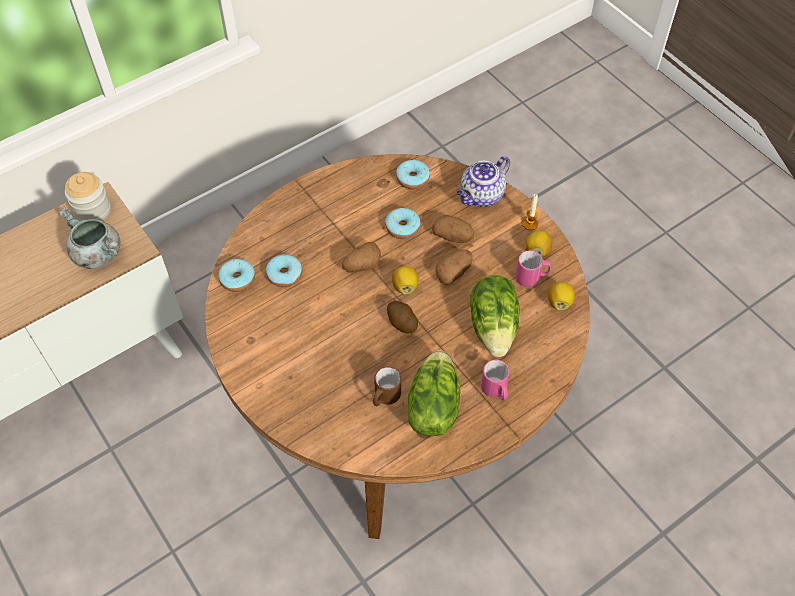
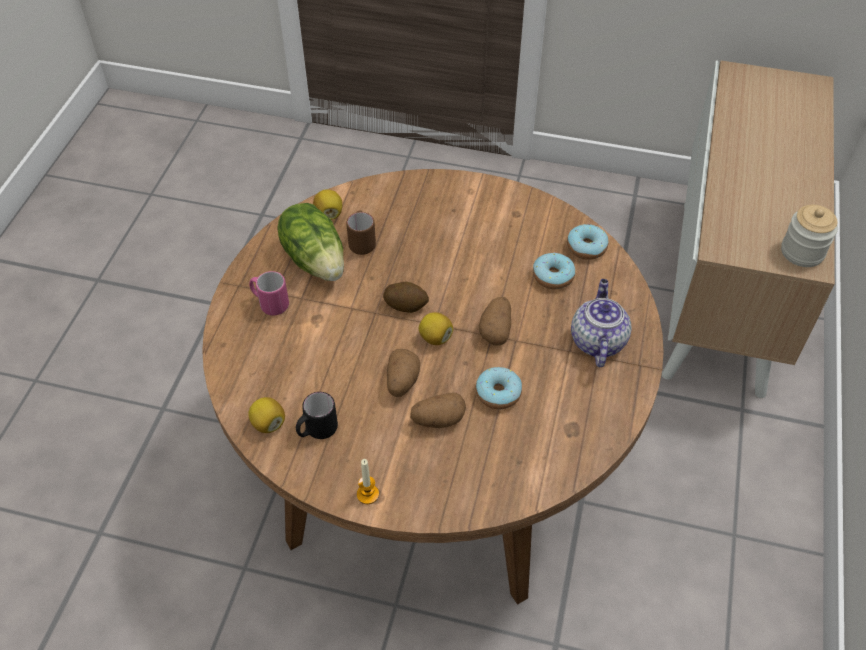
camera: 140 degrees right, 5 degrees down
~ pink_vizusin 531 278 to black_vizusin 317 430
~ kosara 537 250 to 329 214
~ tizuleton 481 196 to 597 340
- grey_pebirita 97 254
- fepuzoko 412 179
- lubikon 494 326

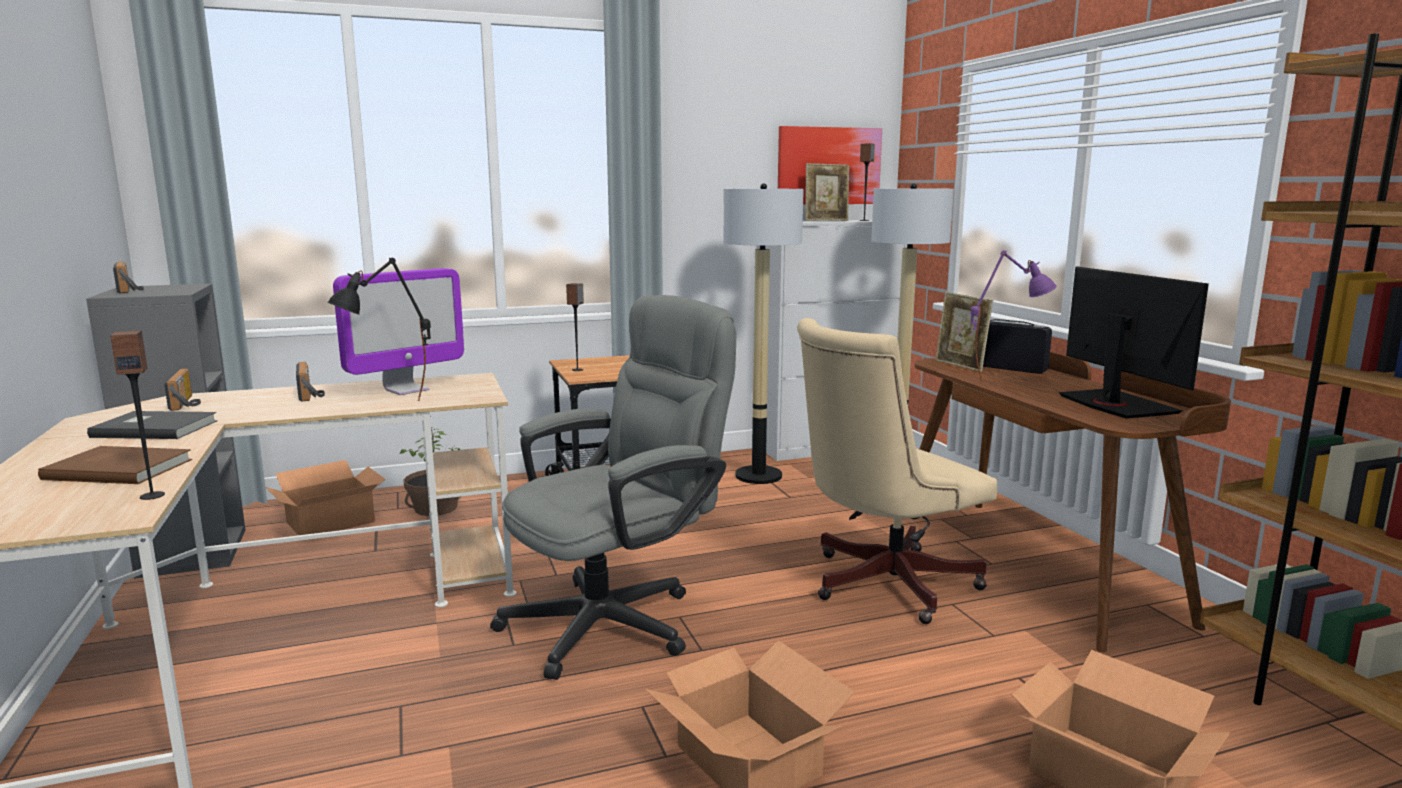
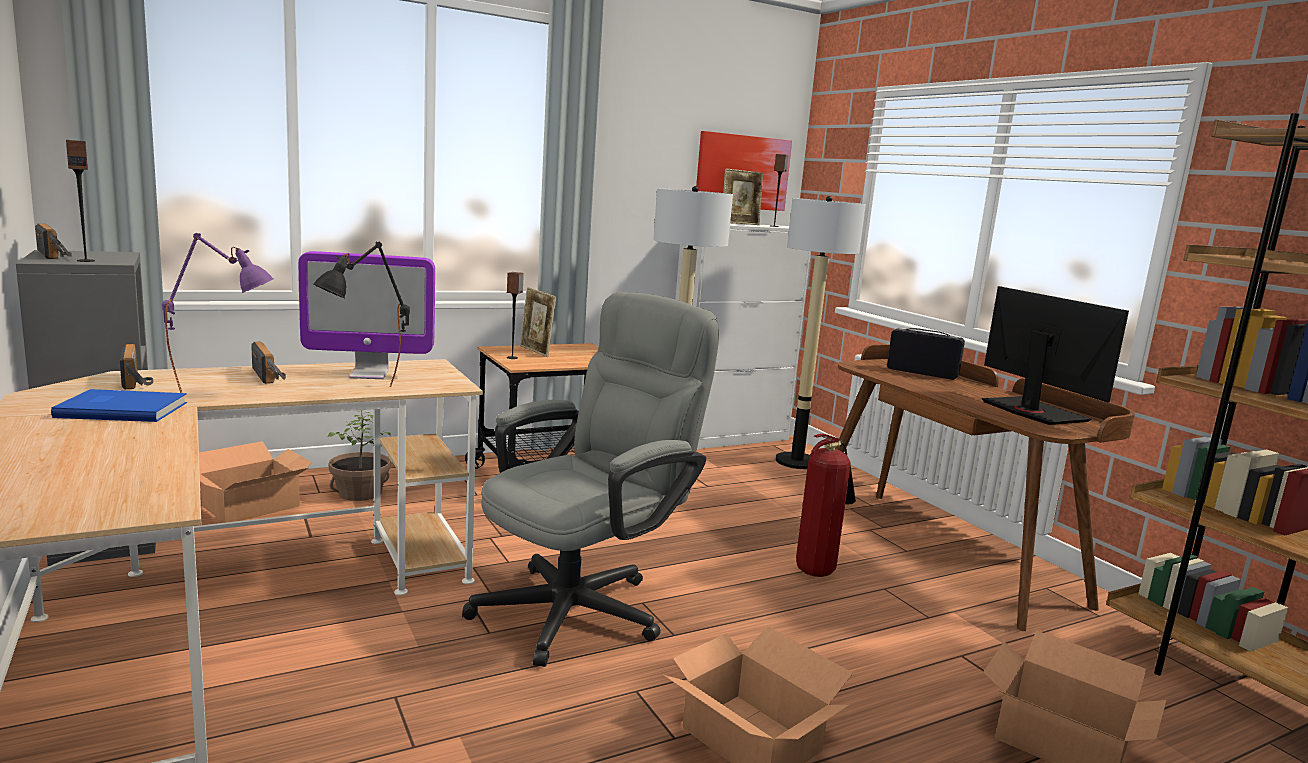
camera: 10 degrees left, 0 degrees up
~ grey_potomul 155 428 to blue_potomul 122 409
~ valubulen 152 495 to 86 260
~ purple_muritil 1005 379 to 223 391
~ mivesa 406 390 = 369 374 45 degrees clockwise
~ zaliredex 960 366 to 536 351
~ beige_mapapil 881 584 to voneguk 817 570
- brown_potomul 119 468

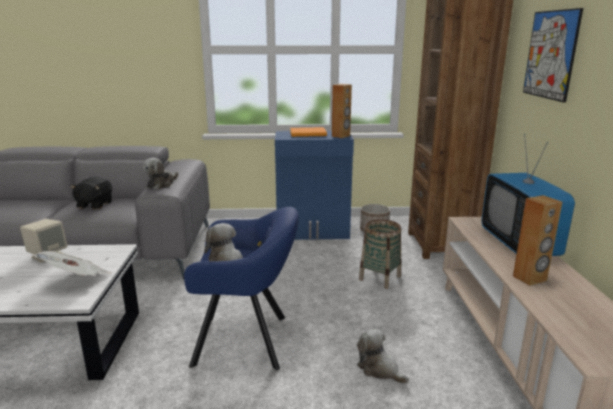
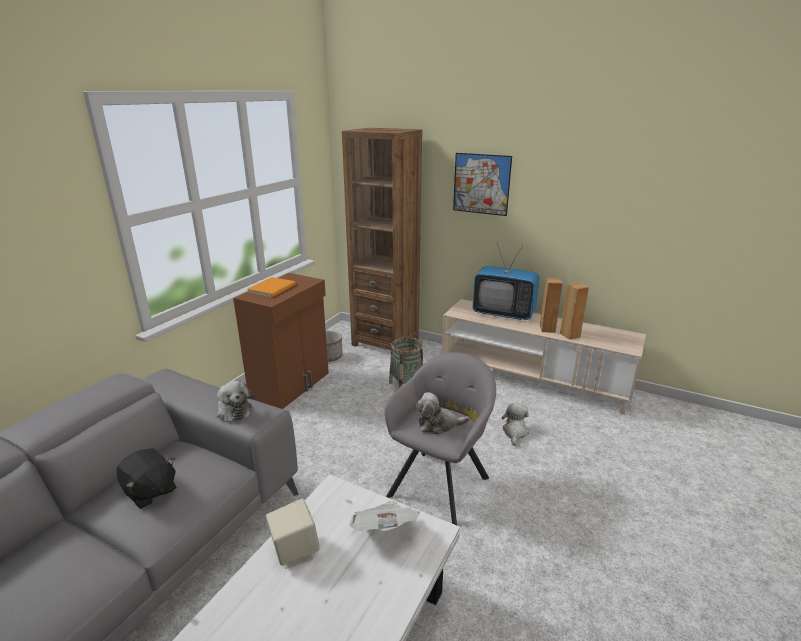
camera: 60 degrees left, 5 degrees up
~ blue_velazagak 313 232 to brown_velazagak 291 385
~ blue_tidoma 246 341 to grey_tidoma 441 483
~ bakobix 379 369 = 514 432 120 degrees clockwise
~ brown_valubulen 341 136 to 570 335

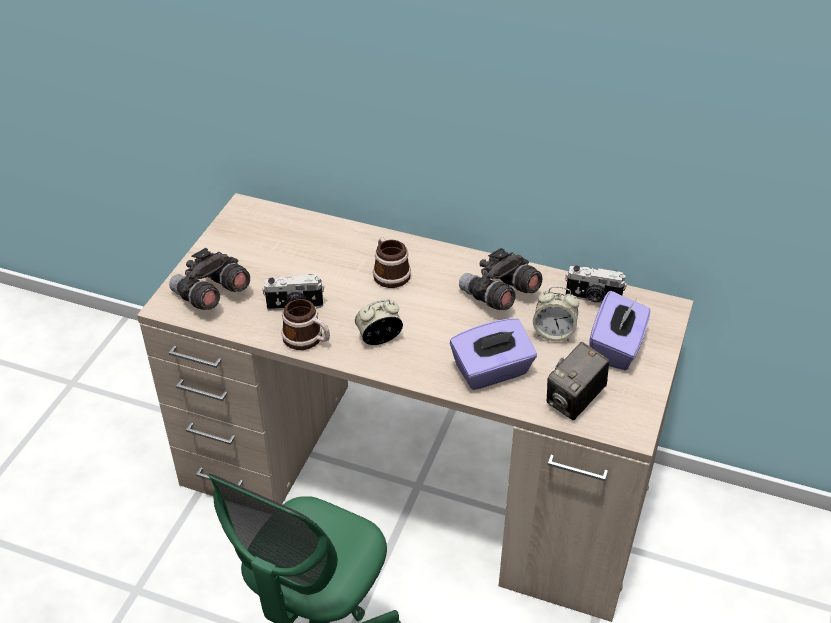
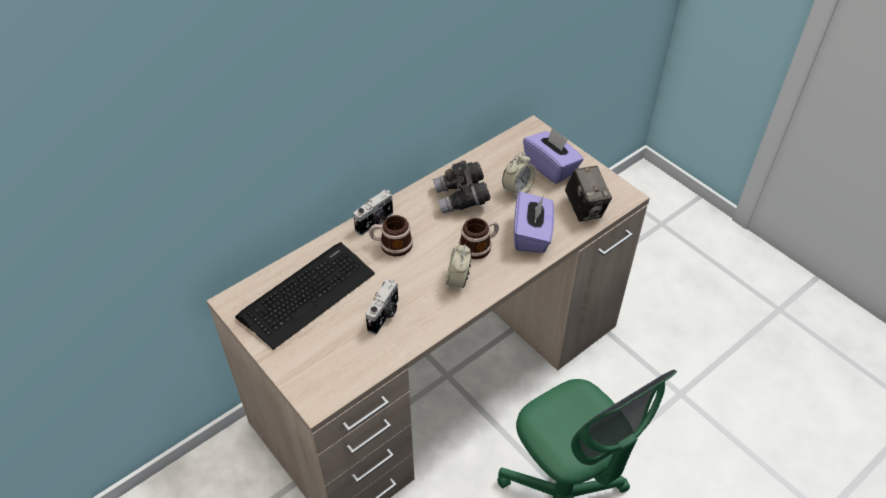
camera: 60 degrees left, 5 degrees up
+ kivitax 307 294
~ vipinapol 593 298 to 375 222
~ vizusin 307 339 to 479 246
- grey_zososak 211 295

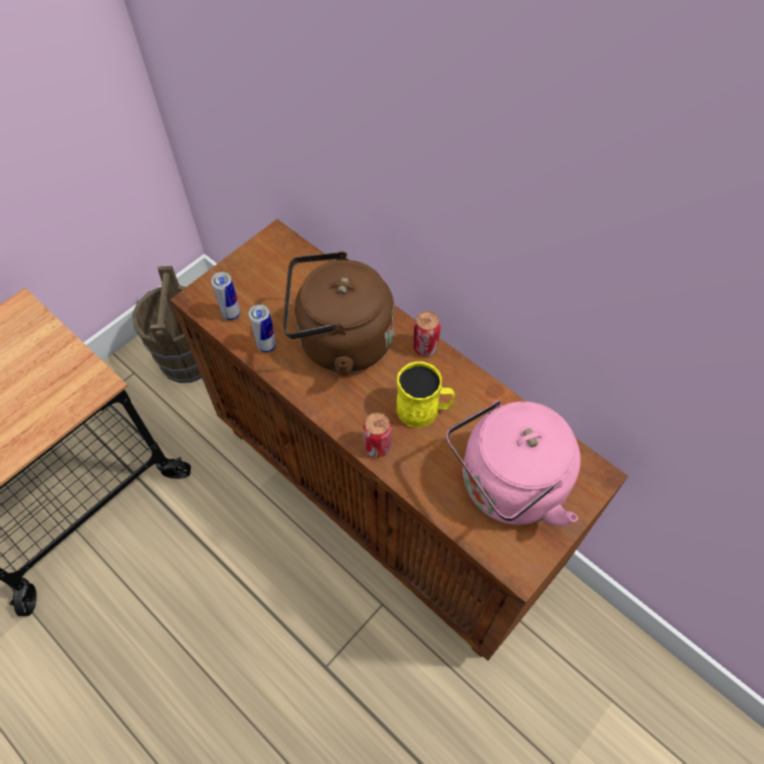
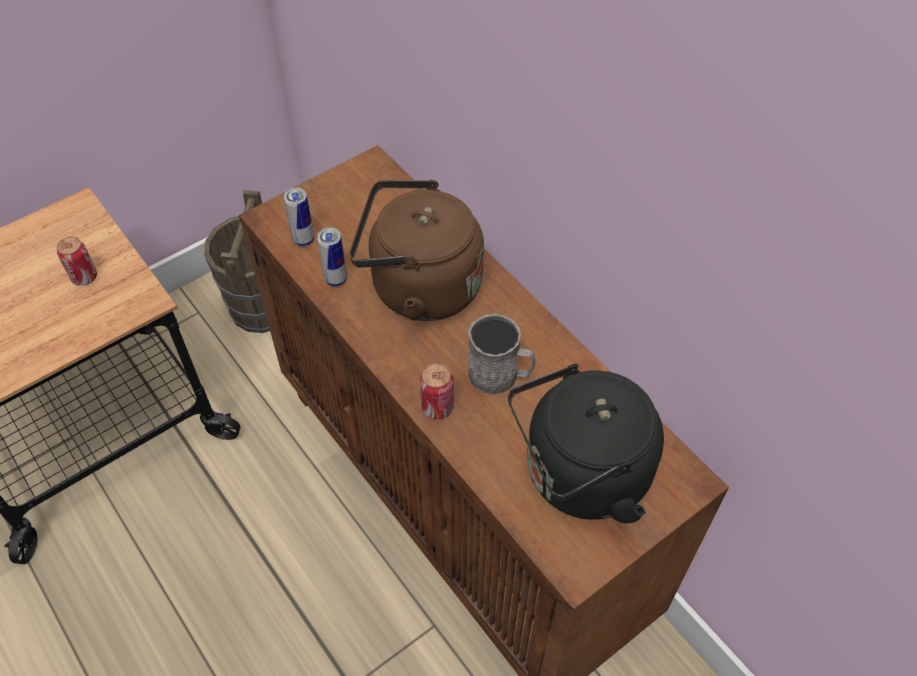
camera: 10 degrees right, 5 degrees down
~ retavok 425 347 to 84 277
~ yellow_vizusin 424 410 to grey_vizusin 500 375
~ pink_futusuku 507 487 to black_futusuku 579 476

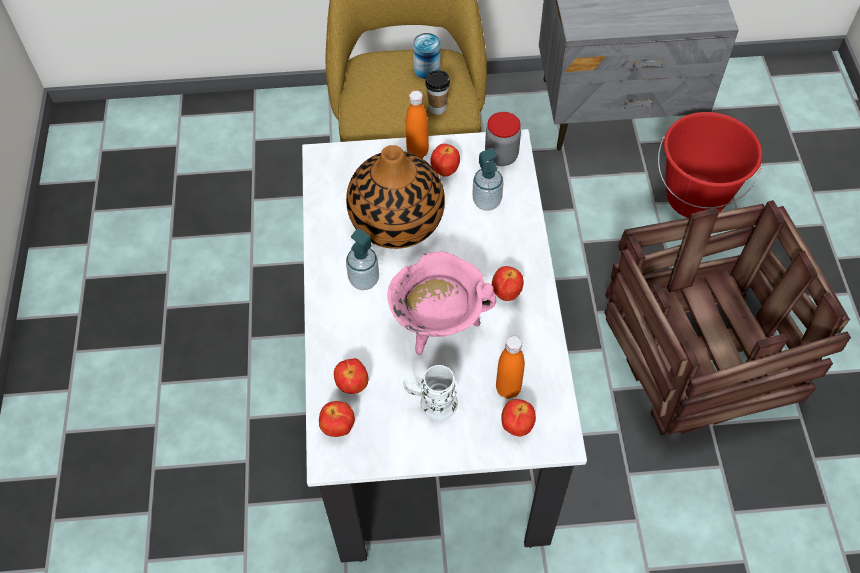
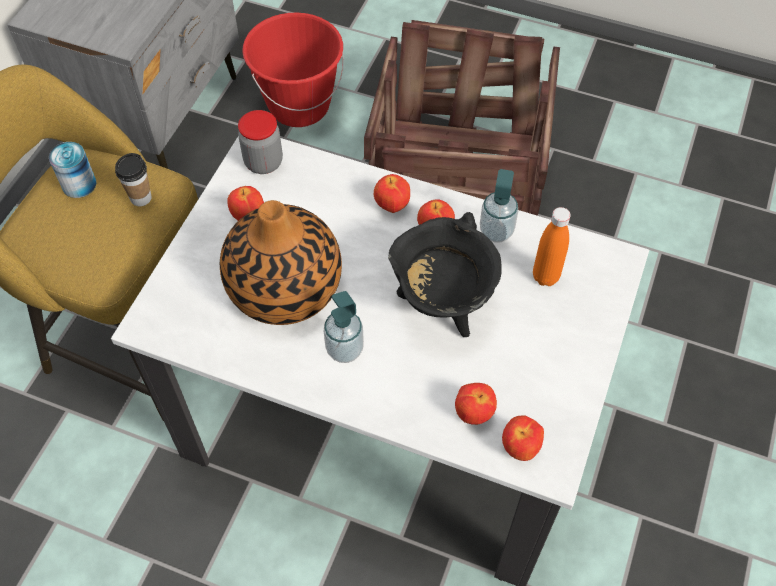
camera: 65 degrees left, 0 degrees up
~ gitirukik 516 426 to 391 206
~ pink_pebirita 438 326 to black_pebirita 442 304
~ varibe 486 201 to 496 231
- white_vizusin 431 403
- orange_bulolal 417 152

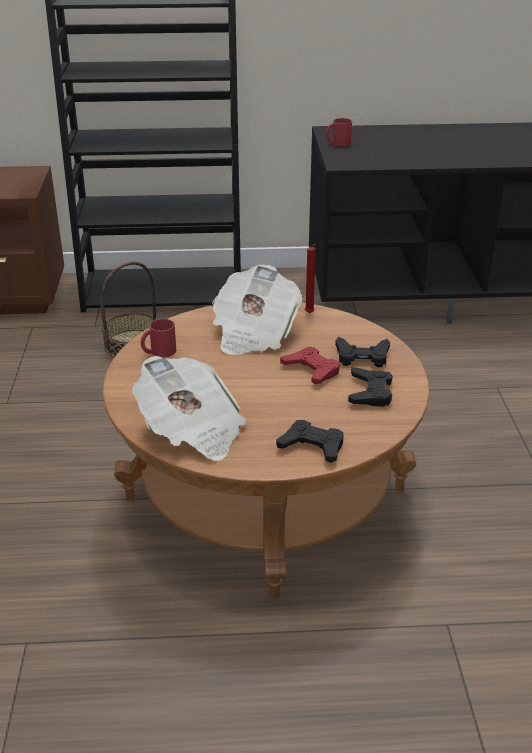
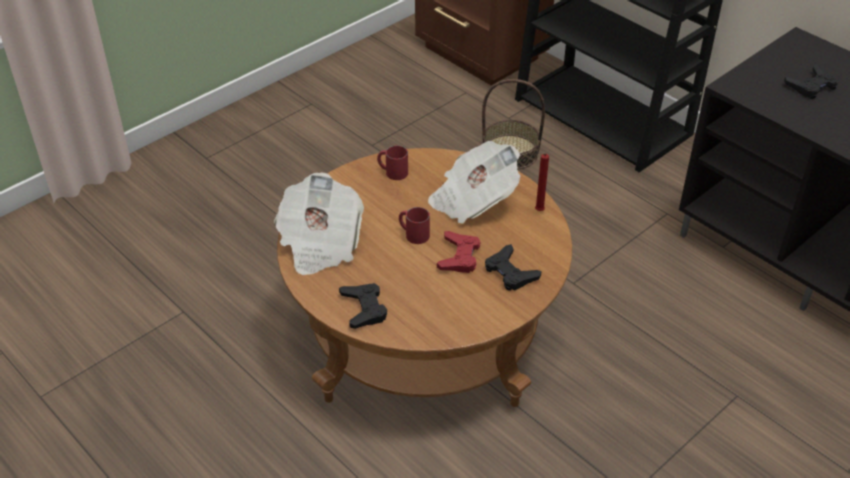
camera: 50 degrees right, 10 degrees up
~ red_vizusin 337 143 to 413 234
~ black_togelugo 370 392 to 811 86

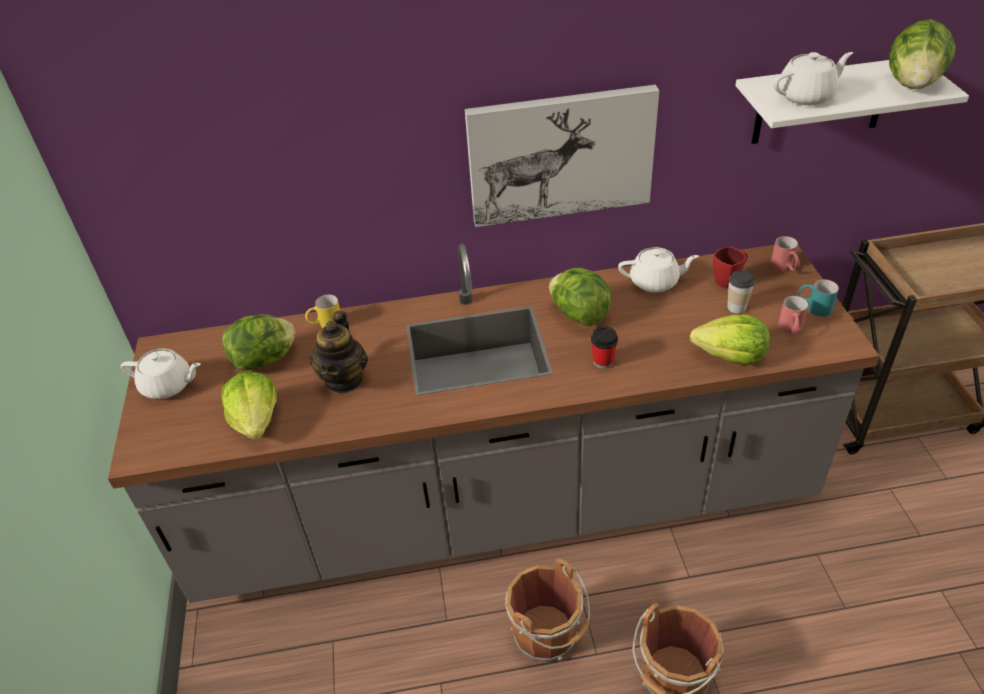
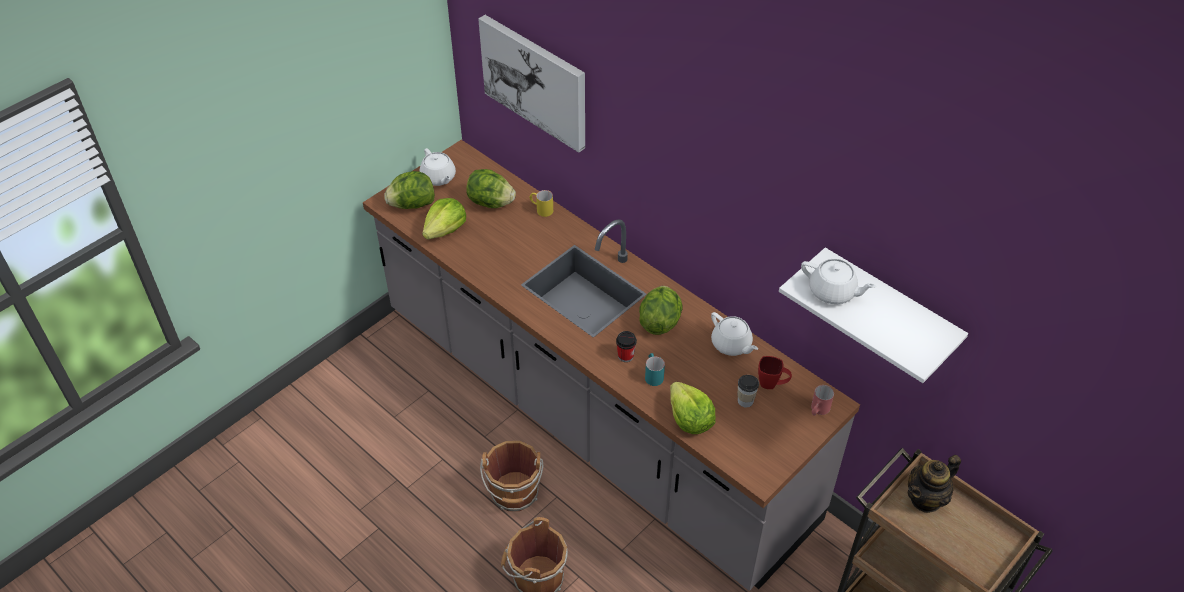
camera: 50 degrees right, 5 degrees up
~ lubikon 913 84 to 412 205
~ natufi 560 155 to 535 81
~ turquoise_vizusin 813 307 to 653 374
~ tizuleton 344 379 to 926 499
- red_vizusin 790 330

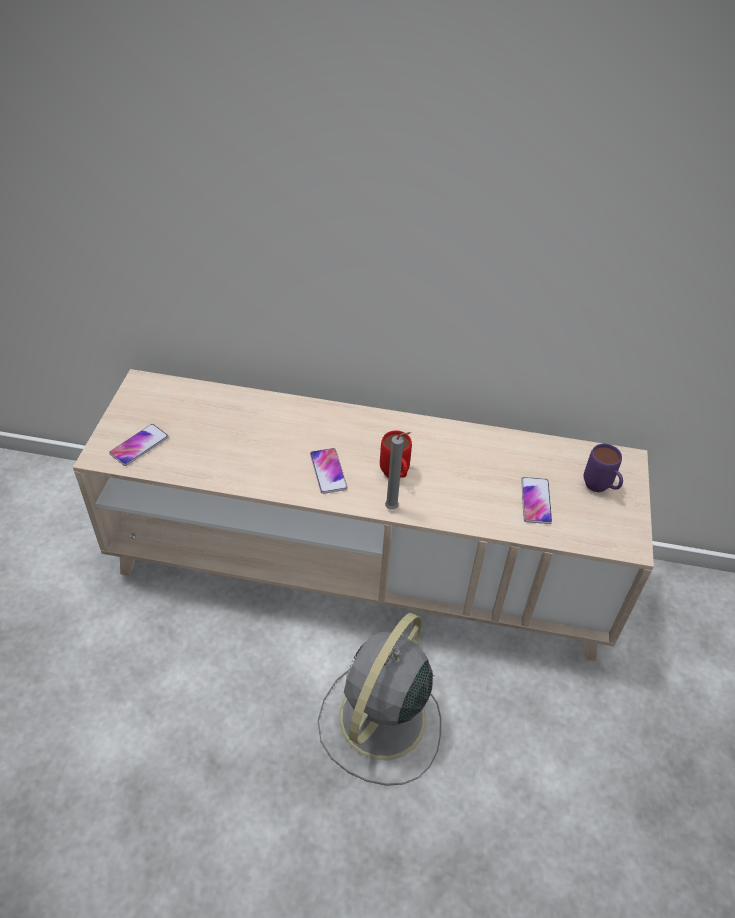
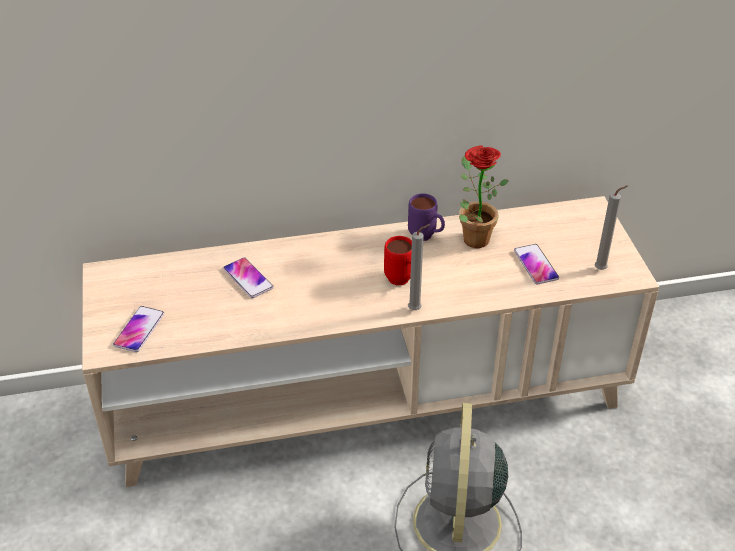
camera: 20 degrees left, 5 degrees down
~ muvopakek 328 471 to 248 278
~ purple_vizusin 600 489 to 426 237
+ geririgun 472 236
+ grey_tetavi 602 269

